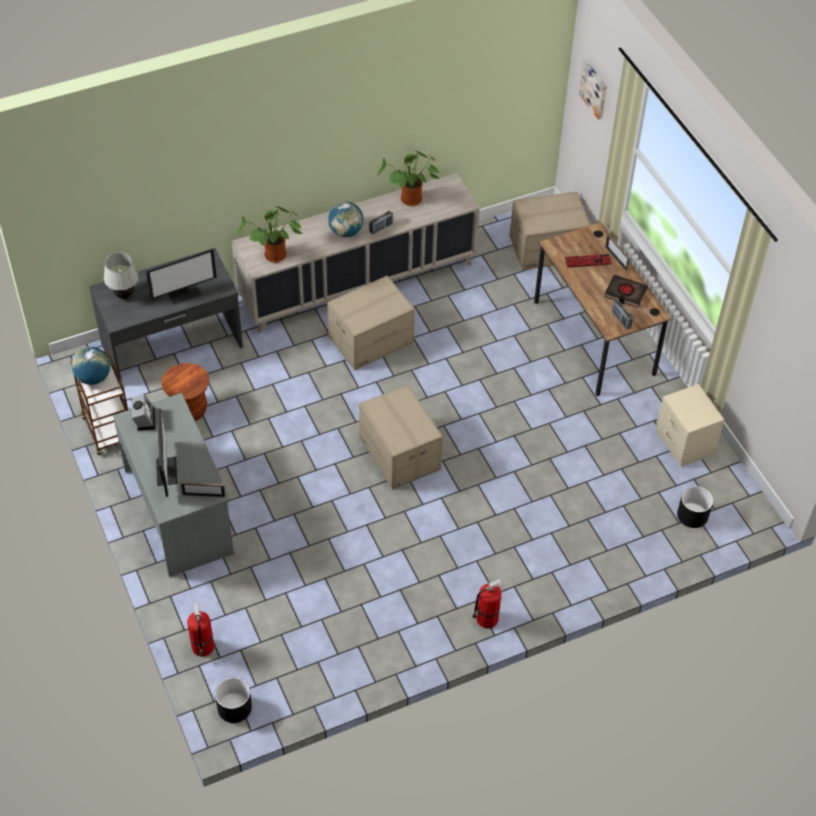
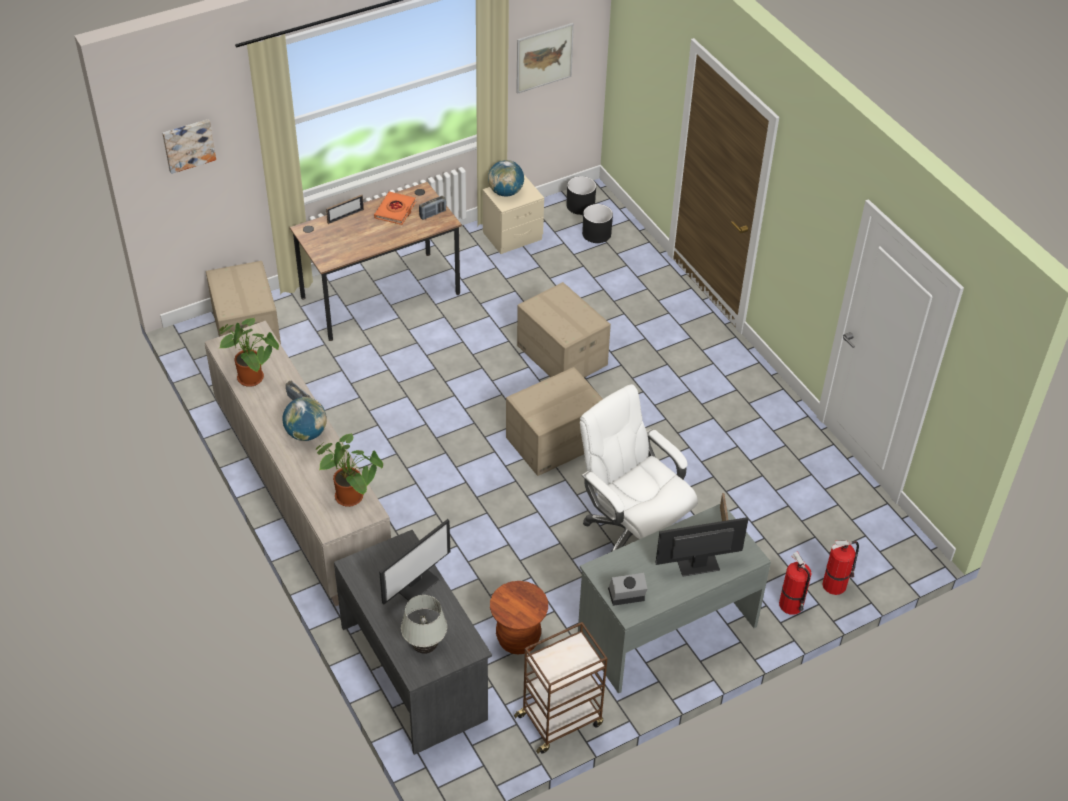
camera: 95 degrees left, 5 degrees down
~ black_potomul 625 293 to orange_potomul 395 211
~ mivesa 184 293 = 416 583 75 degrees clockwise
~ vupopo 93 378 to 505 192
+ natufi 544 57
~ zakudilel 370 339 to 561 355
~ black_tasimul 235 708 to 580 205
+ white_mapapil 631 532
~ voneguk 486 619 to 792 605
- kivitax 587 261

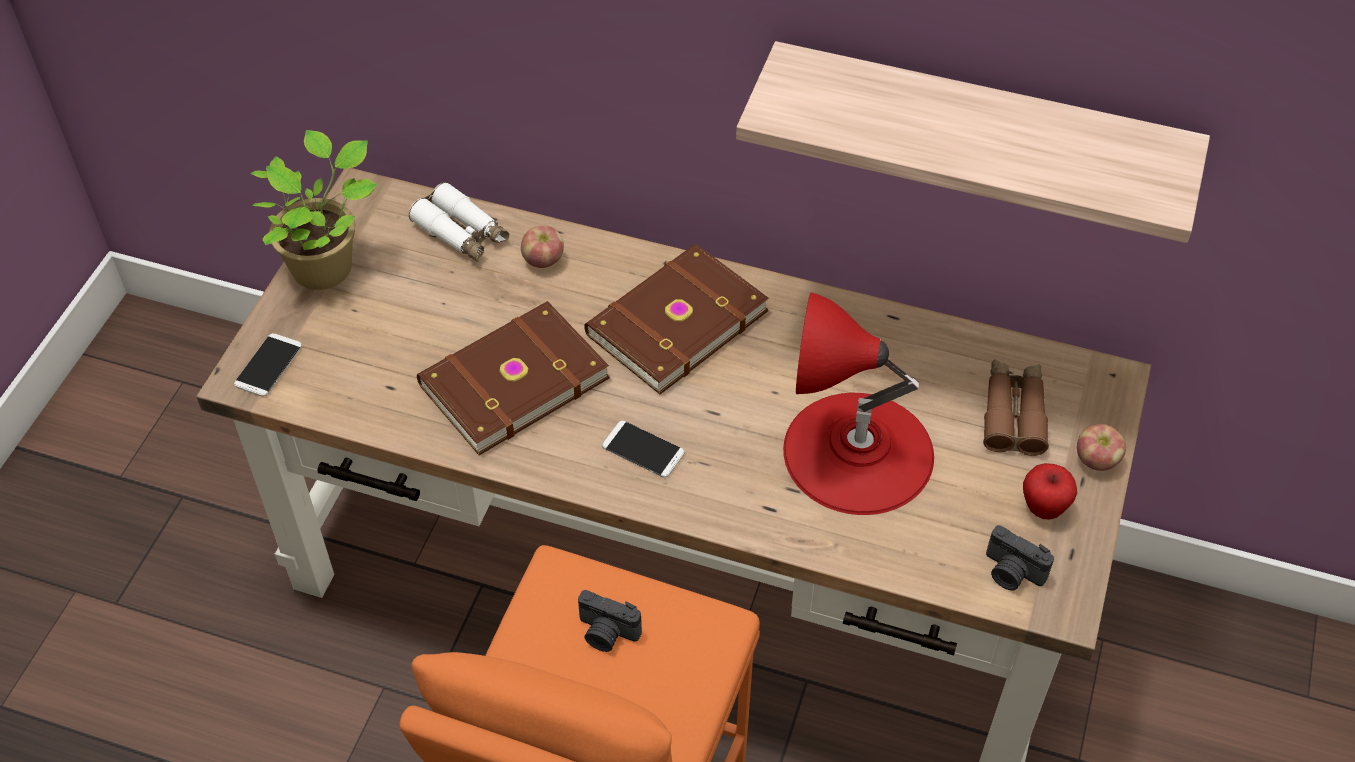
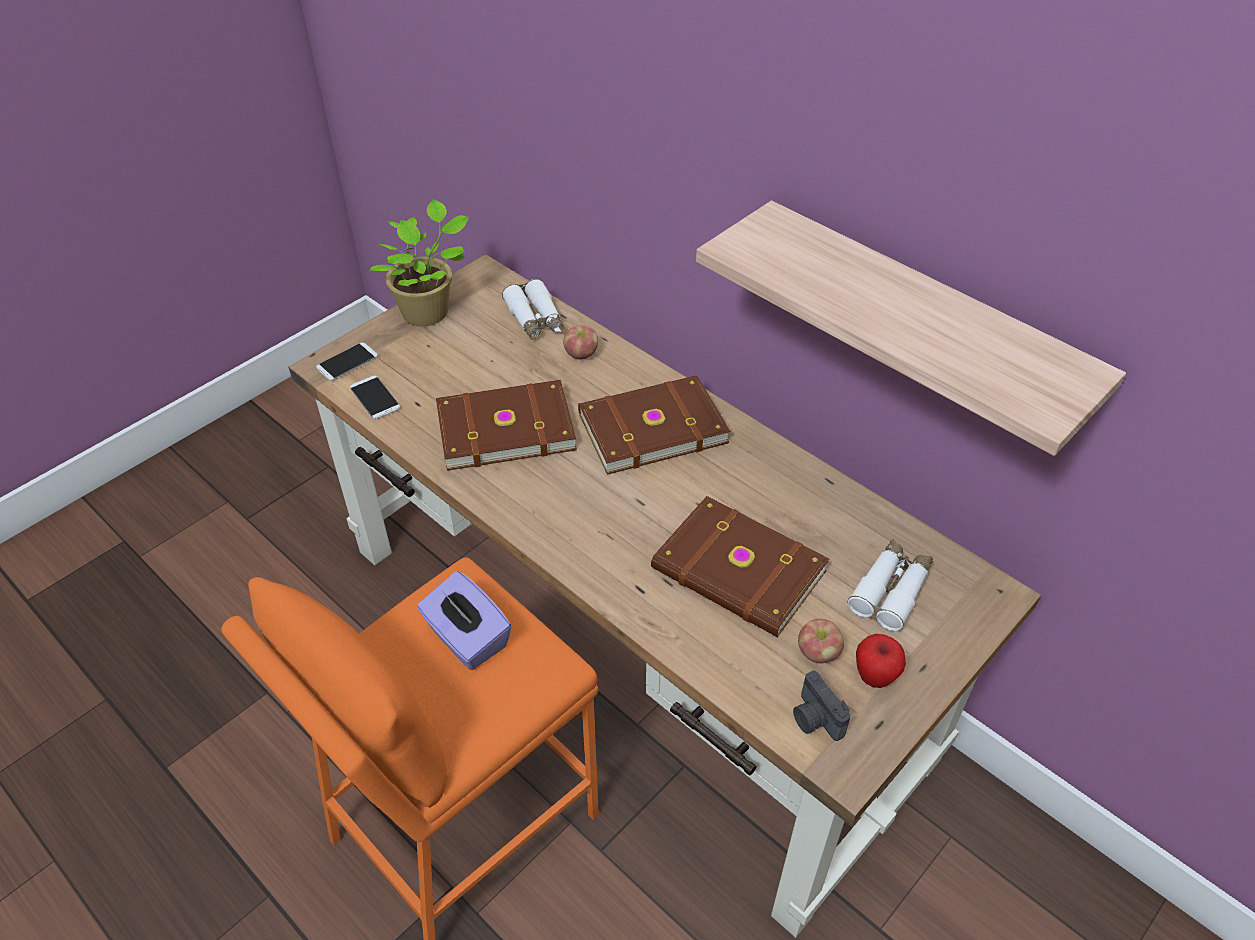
camera: 25 degrees right, 5 degrees down
~ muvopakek 643 450 to 375 398
~ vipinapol 606 633 to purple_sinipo 467 638
~ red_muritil 857 452 to brown_potomul 738 573
~ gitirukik 1096 460 to 818 653
~ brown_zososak 1013 414 to white_zososak 890 590

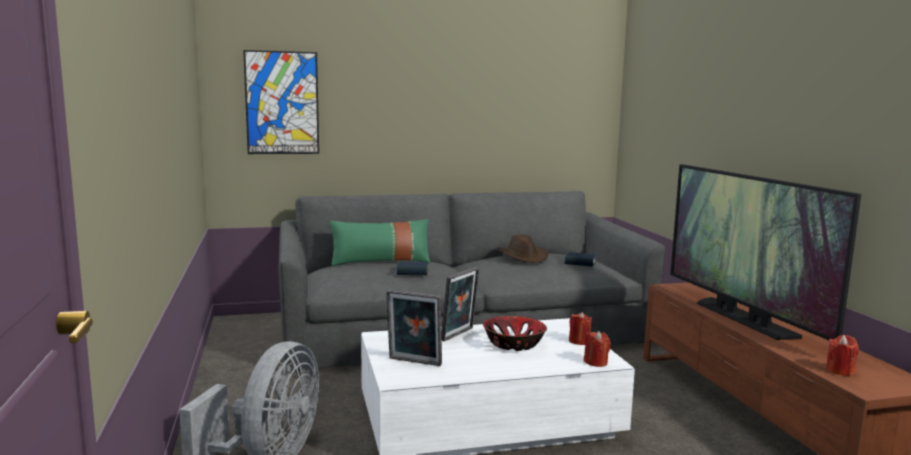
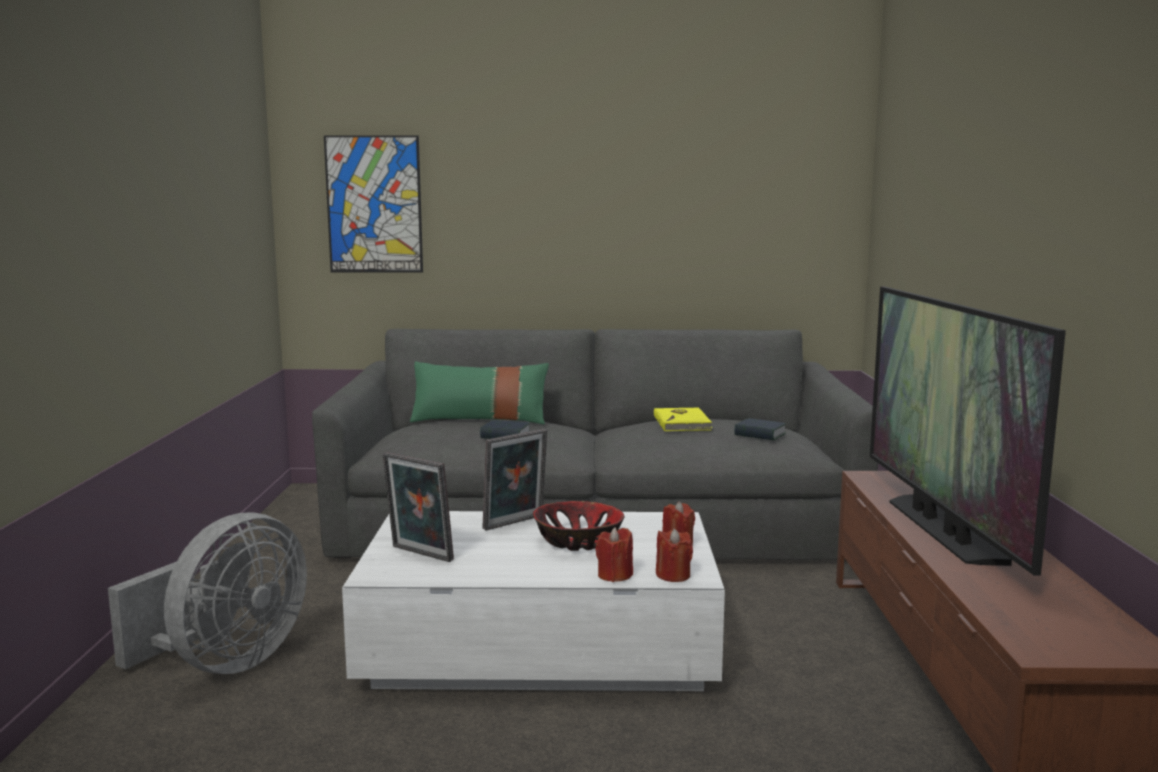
camera: 15 degrees right, 0 degrees up
~ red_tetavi 840 371 to 614 575
~ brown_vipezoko 523 257 to yellow_potomul 683 423

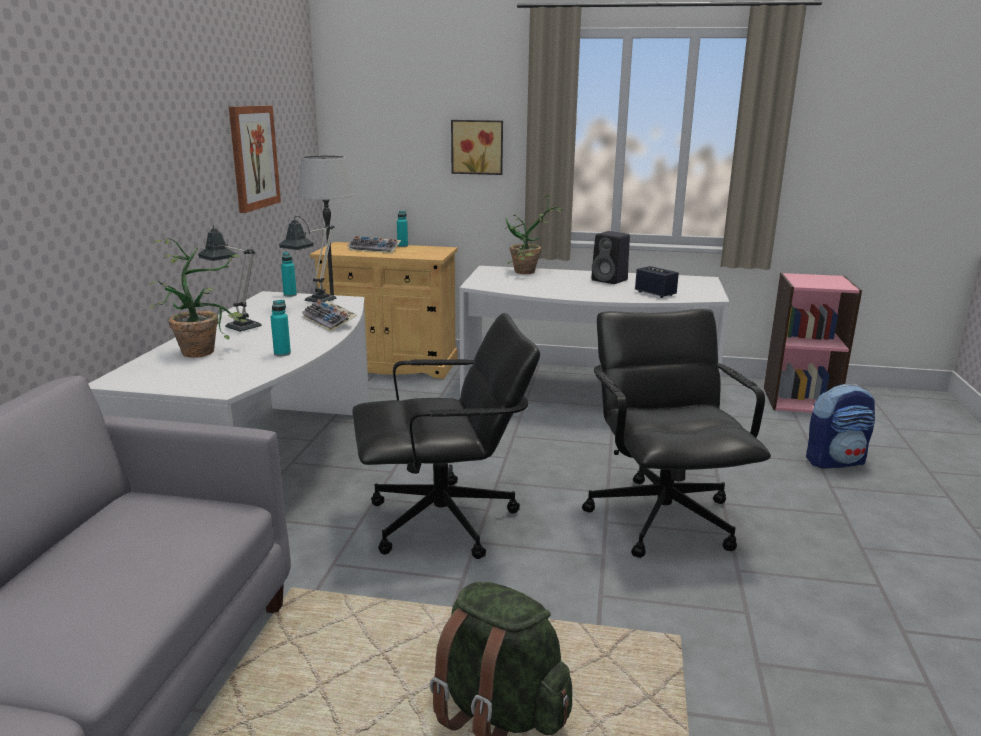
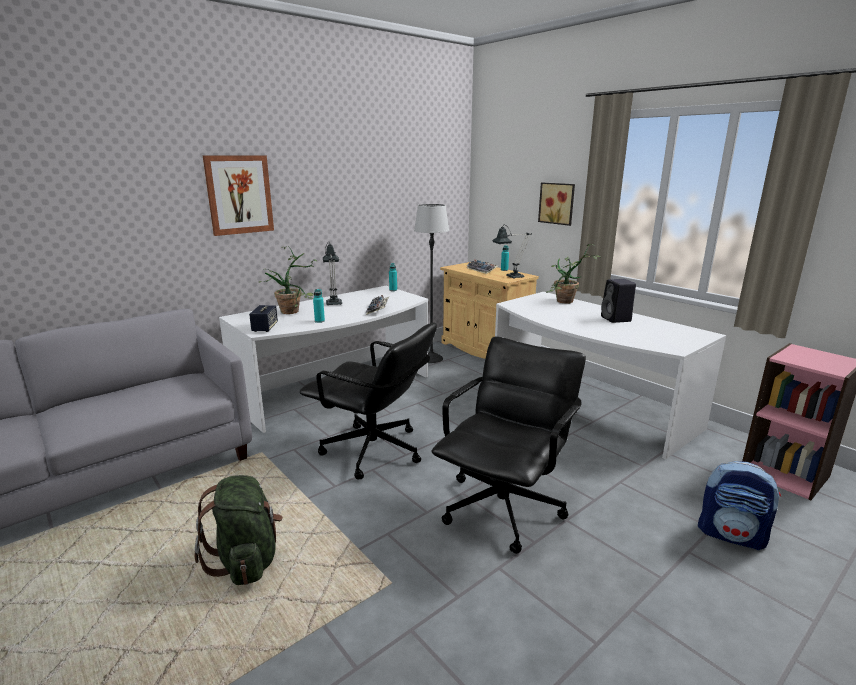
camera: 40 degrees right, 0 degrees up
~ natufi 253 157 to 239 195
~ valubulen 655 293 to 265 328
~ muritil 316 302 to 511 277

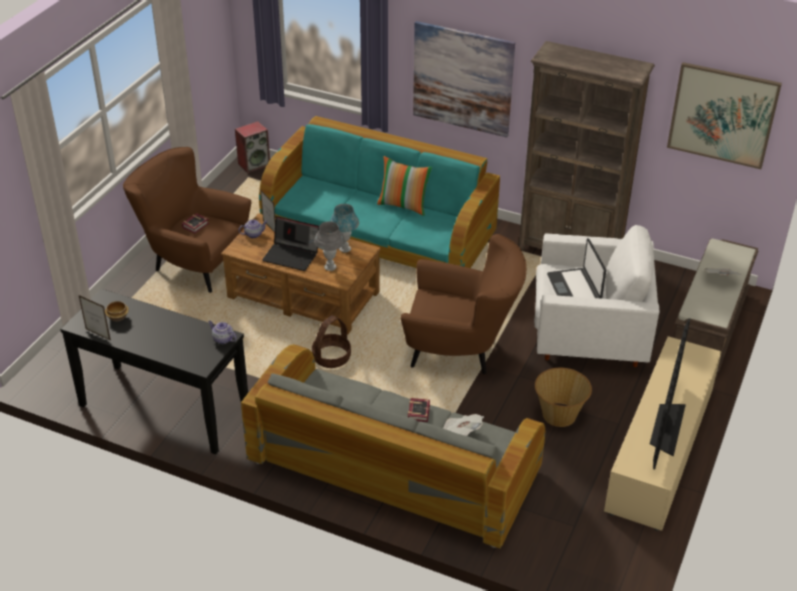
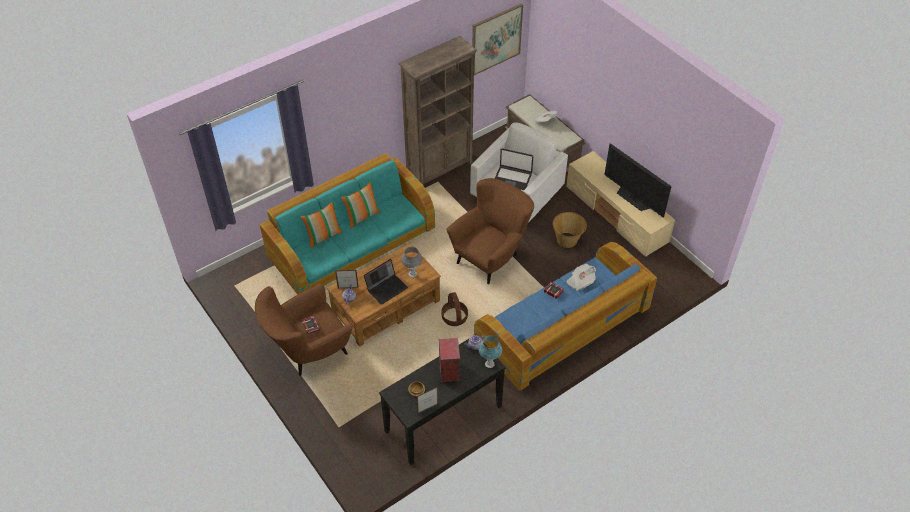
camera: 60 degrees left, 10 degrees up
+ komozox 324 236
~ valubulen 254 164 to 449 370
~ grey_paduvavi 392 467 to blue_paduvavi 562 328
~ blue_muritil 345 249 to 489 364
- natufi 462 79

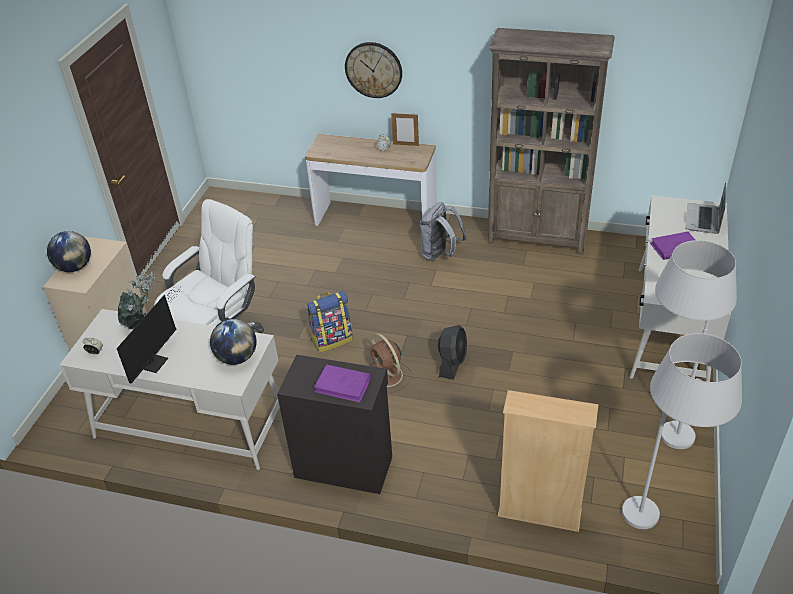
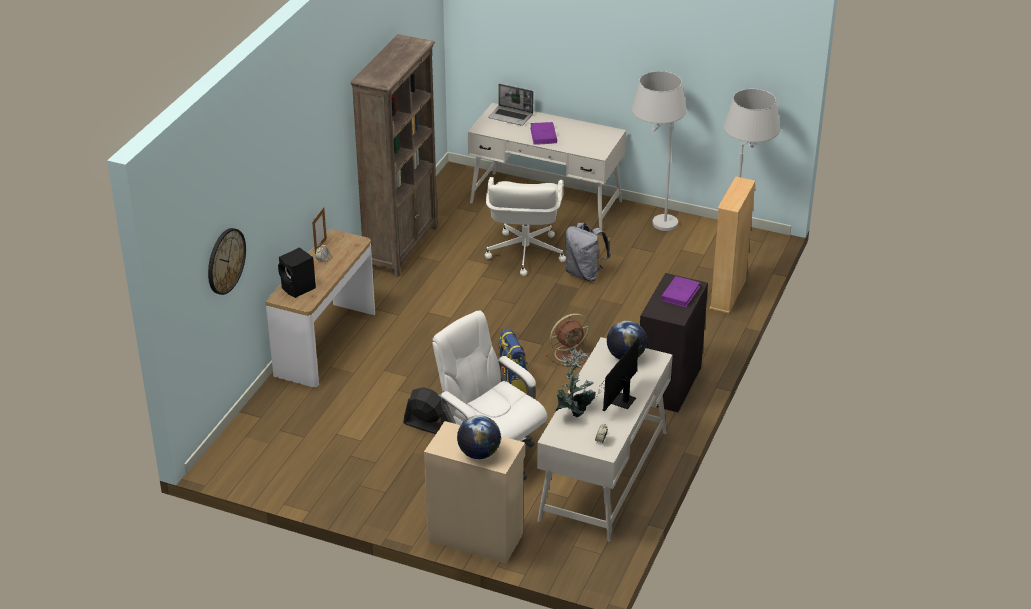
camera: 85 degrees left, 5 degrees down
~ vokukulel 373 70 to 225 261
+ black_valubulen 299 289
~ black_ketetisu 452 363 to 426 425
+ white_mapapil 524 254
~ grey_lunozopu 440 254 to 584 274
~ mivesa 156 360 = 620 402 90 degrees counterclockwise

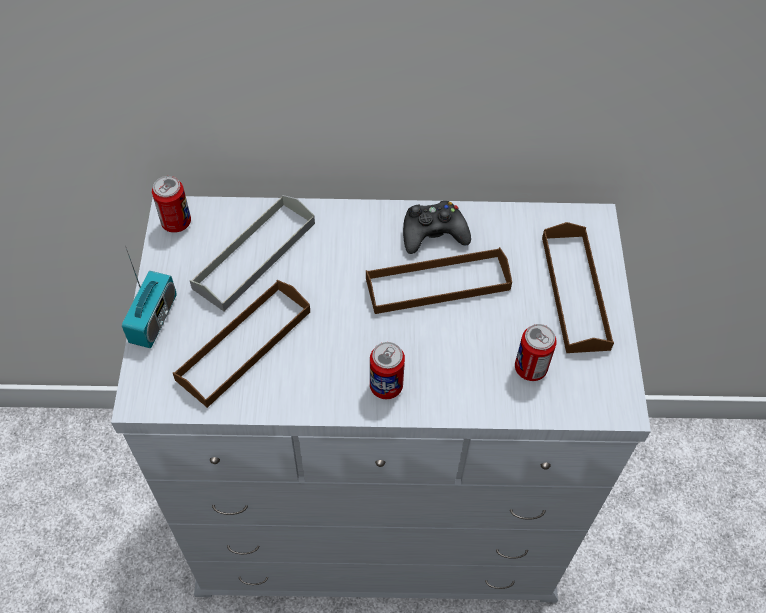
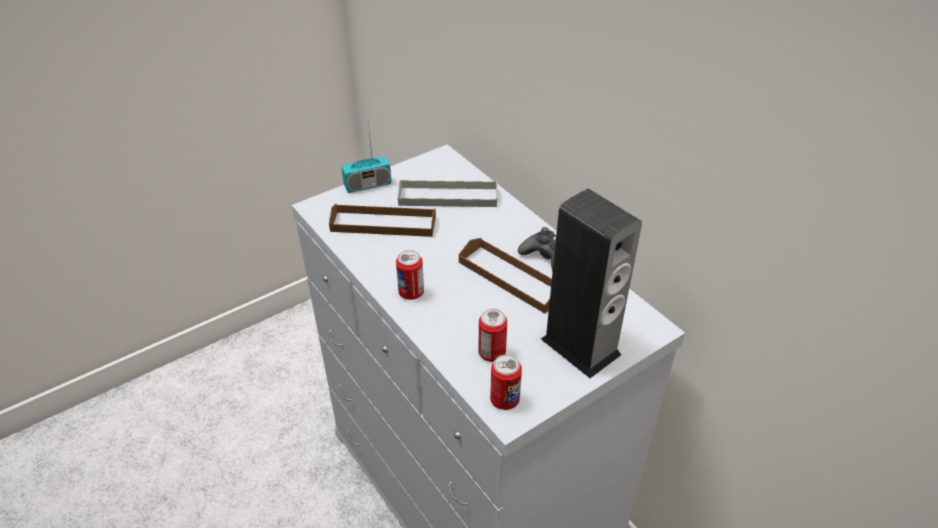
camera: 55 degrees right, 15 degrees down
~ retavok 176 222 to 504 400
~ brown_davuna 575 292 to valubulen 580 346

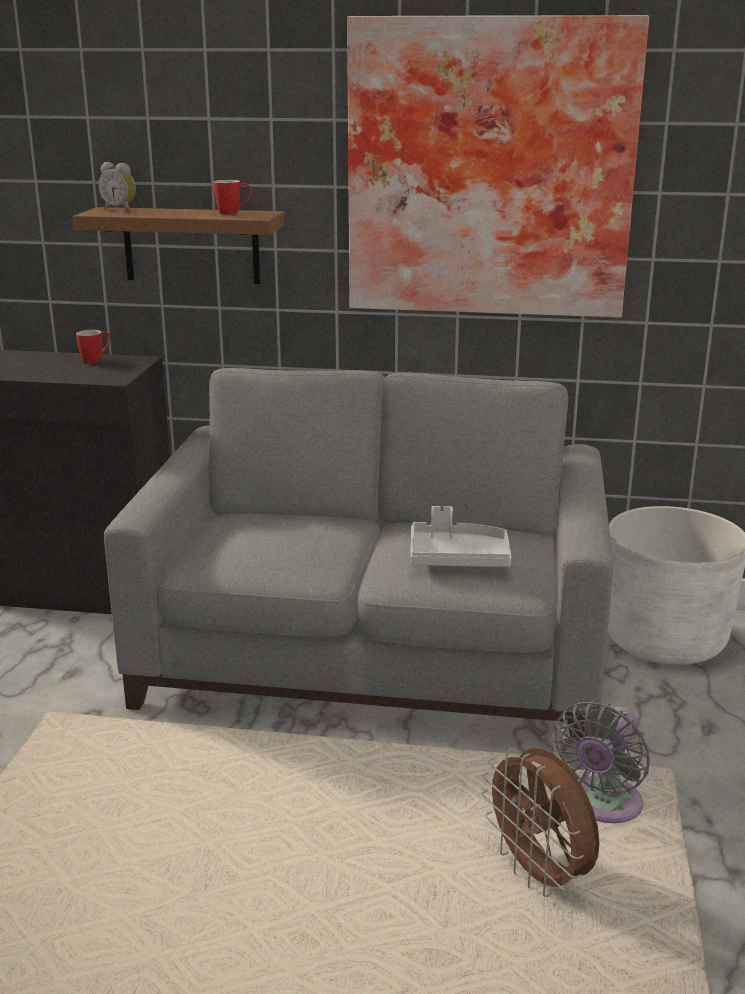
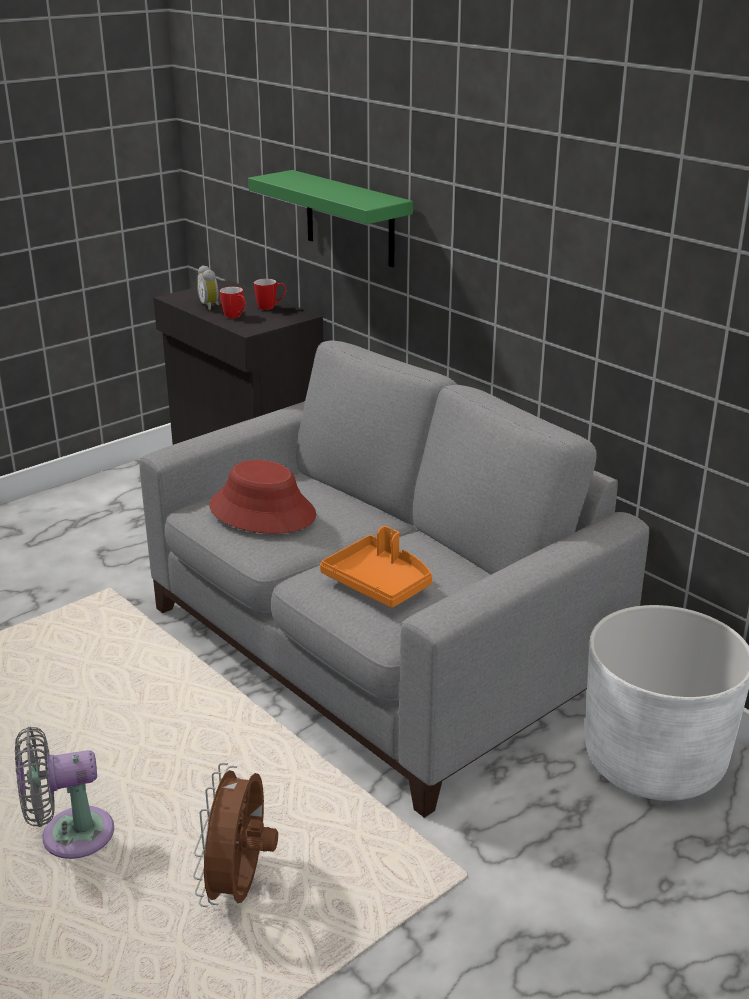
camera: 40 degrees right, 5 degrees up
~ grey_ketetisu 602 806 to 69 835
~ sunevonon 120 210 to 210 306
+ red_vipezoko 263 511
~ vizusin 233 213 to 235 317
~ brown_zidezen 191 245 to green_zidezen 350 219
~ grey_davuna 458 558 to orange_davuna 379 583
- natufi 490 169

